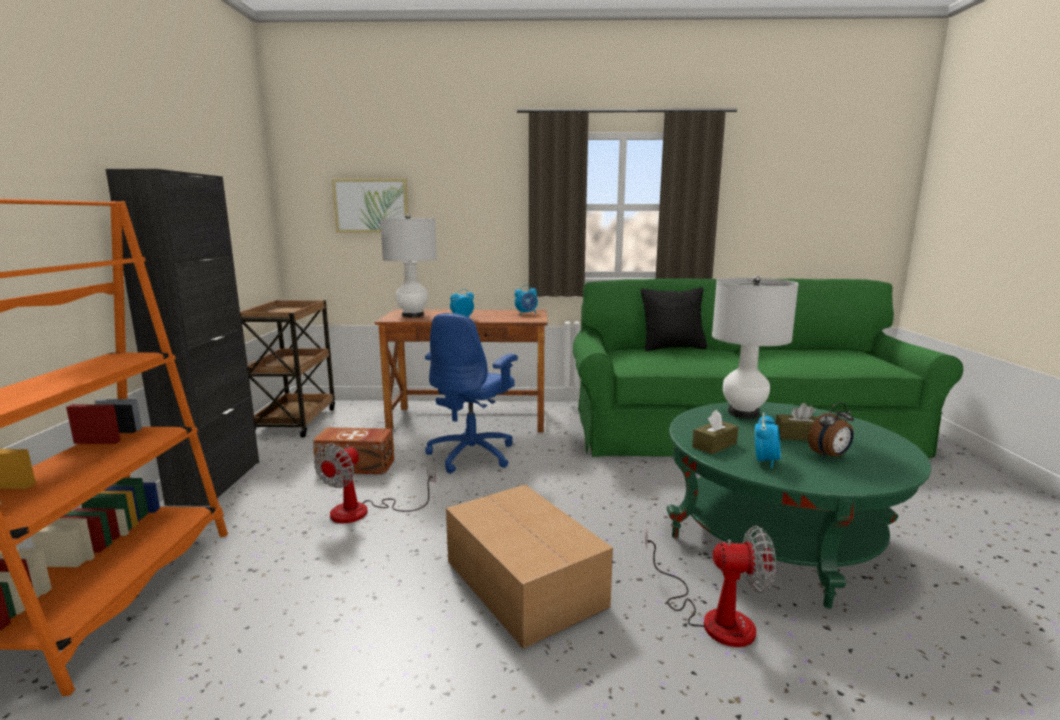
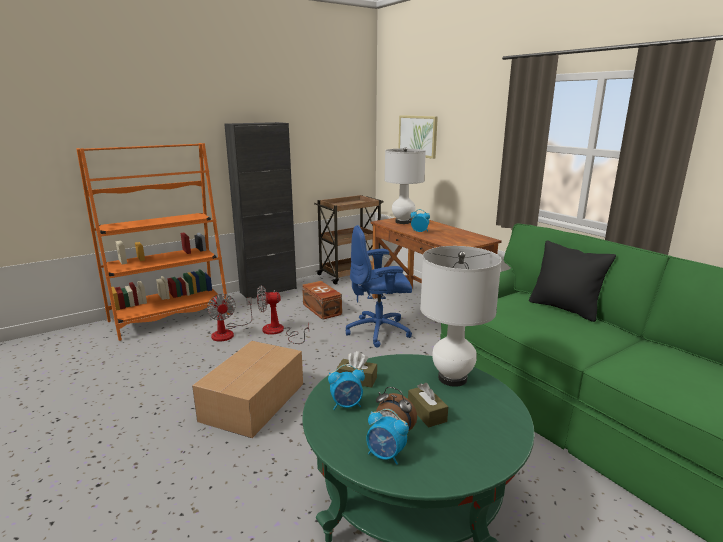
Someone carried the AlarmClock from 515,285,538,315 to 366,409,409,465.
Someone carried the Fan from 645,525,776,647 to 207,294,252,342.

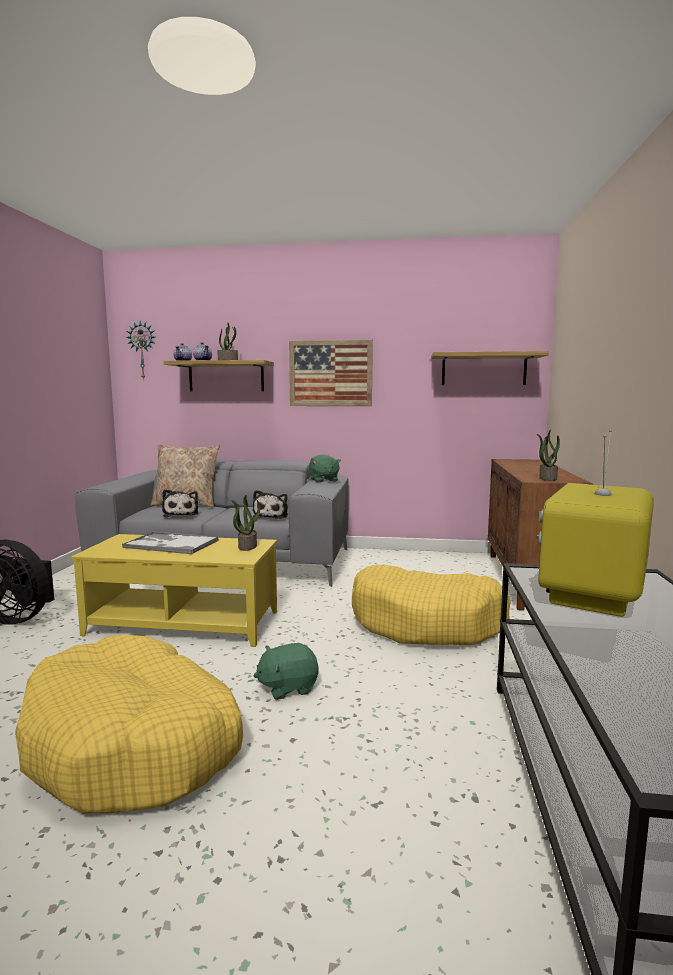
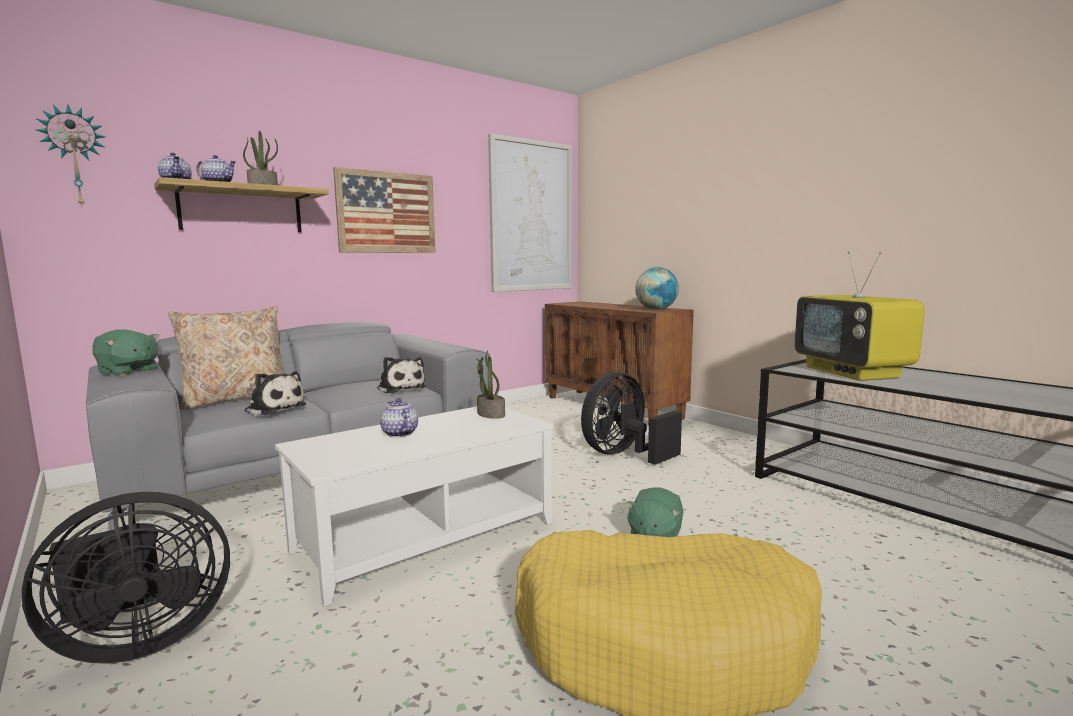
Someone swapped the Shelf at 431,351,549,385 for the Picture at 488,133,572,292.
Someone swapped the PottedPlant at 537,430,560,481 for the Globe at 635,267,679,310.
Someone carried the GreenPlushToy from 309,454,341,482 to 93,329,159,376.
Someone swapped the Tray at 122,532,219,554 for the Teapot at 380,398,418,437.
Someone repainted the YellowCoffeeTable at 71,534,277,647, which became the WhiteCoffeeTable at 275,406,553,607.
Someone swapped the YellowDogBed at 352,565,511,645 for the BlackFan at 581,372,682,465.

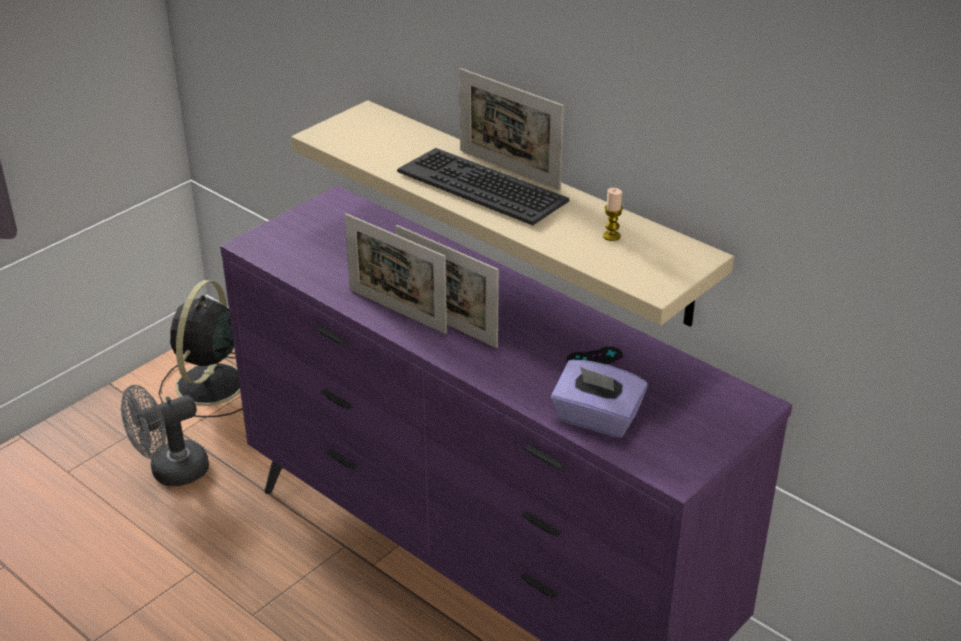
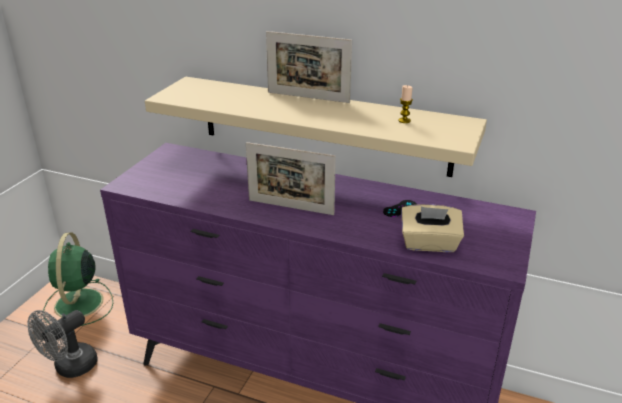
Someone took away the Keyboard at 397,148,569,225.
Someone took away the PictureFrame at 345,213,447,334.
Someone repainted the BlackFan at 159,280,243,417, which became the GreenFan at 43,232,113,326.
Someone repainted the PurpleTissueBox at 551,360,648,438, which became the BeigeTissueBox at 401,204,464,252.

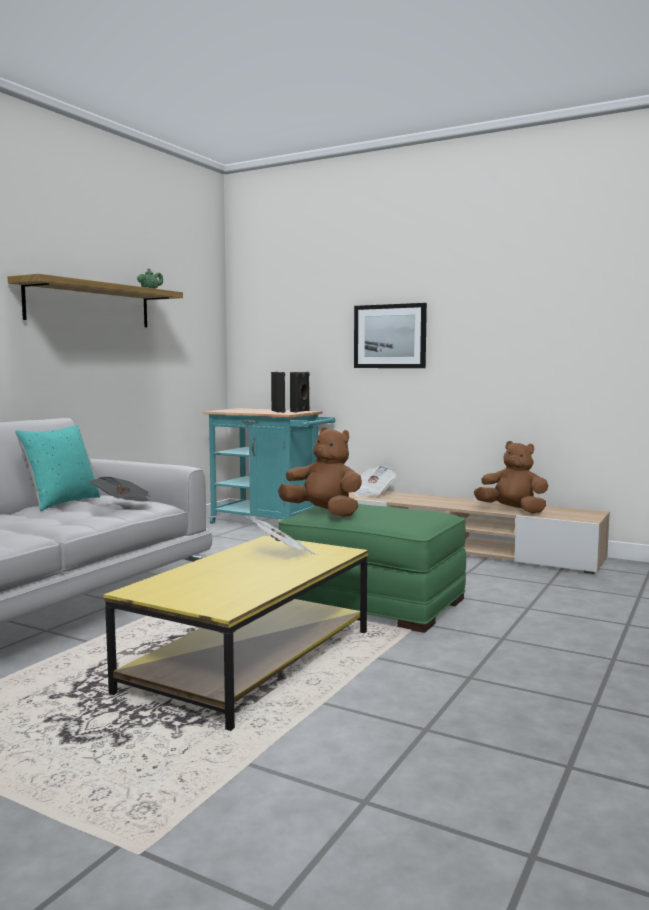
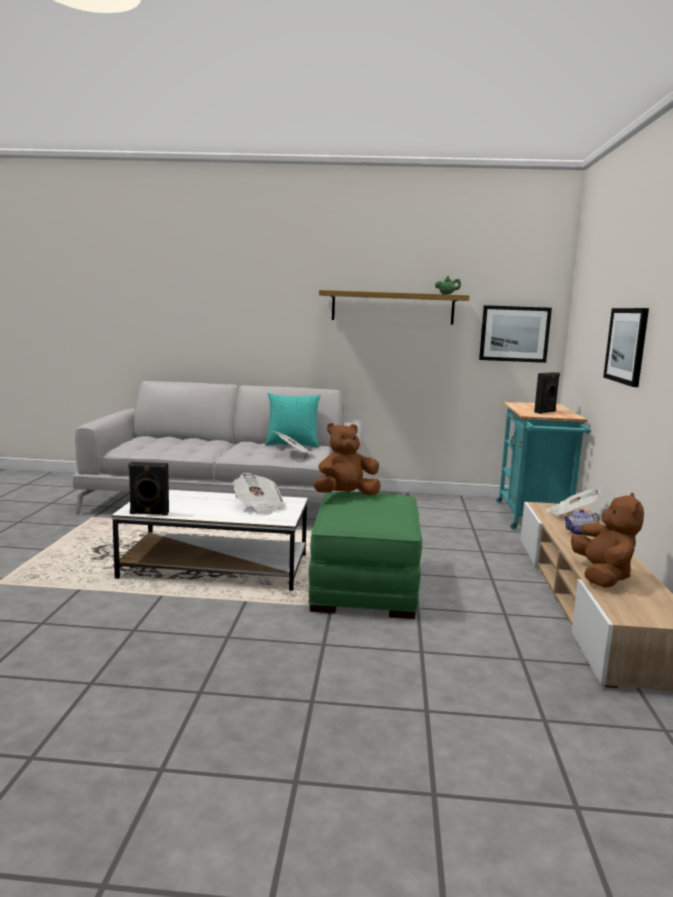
Someone carried the BlackSpeaker from 290,372,310,413 to 128,462,169,515.
Someone rotated the BrownPlushToy at 278,427,362,517 by 120 degrees counterclockwise.
Someone repainted the YellowCoffeeTable at 104,536,368,731, which became the WhiteCoffeeTable at 111,490,308,591.
Someone put up the Picture at 479,305,552,363.
Someone put down the Teapot at 563,509,599,535.

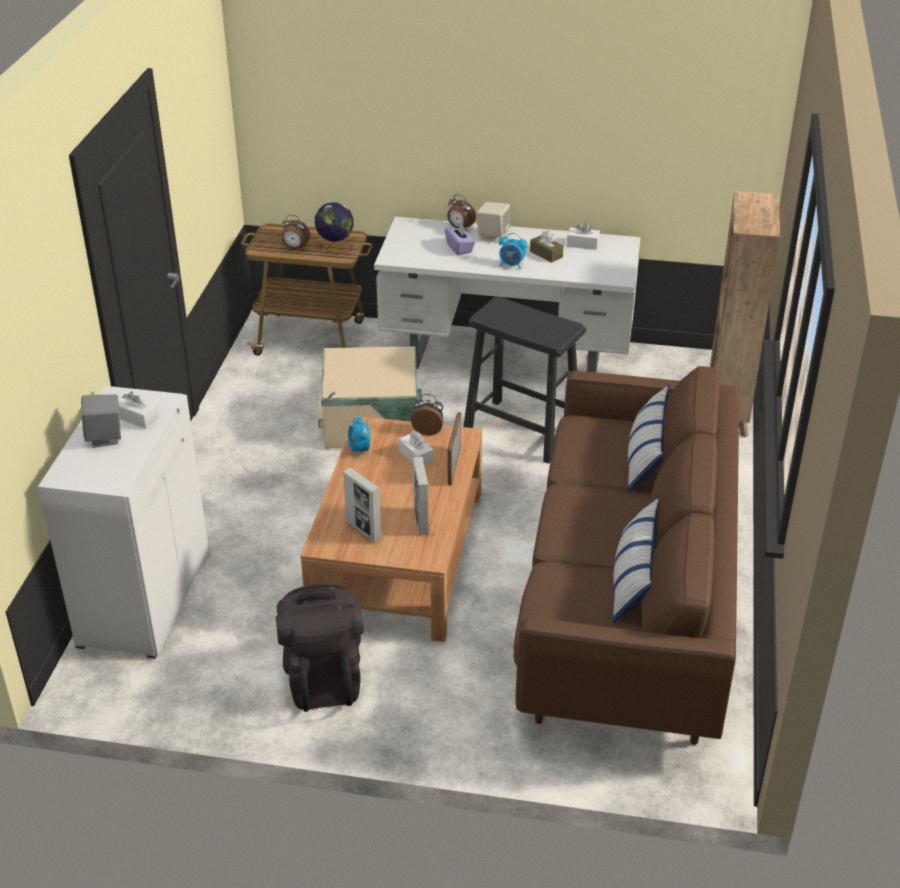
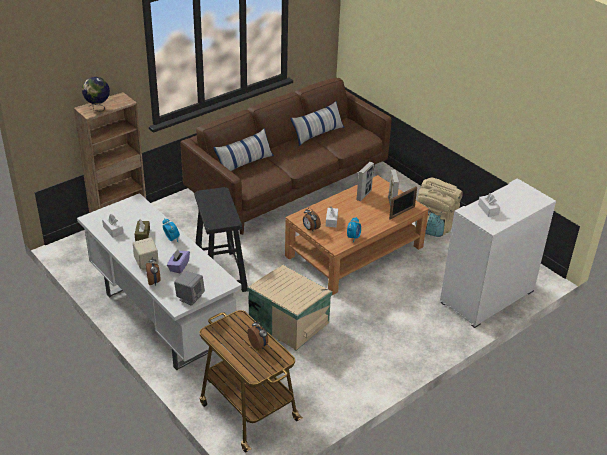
Someone carried the Globe from 315,202,354,254 to 82,77,110,112.
Someone carried the GreySpeaker from 81,394,121,448 to 174,271,205,306.
Someone carried the PictureFrame from 447,412,461,486 to 389,186,417,219.
Someone repainted the BlackBackpack at 276,584,364,712, which became the BeigeBackpack at 415,177,463,237.

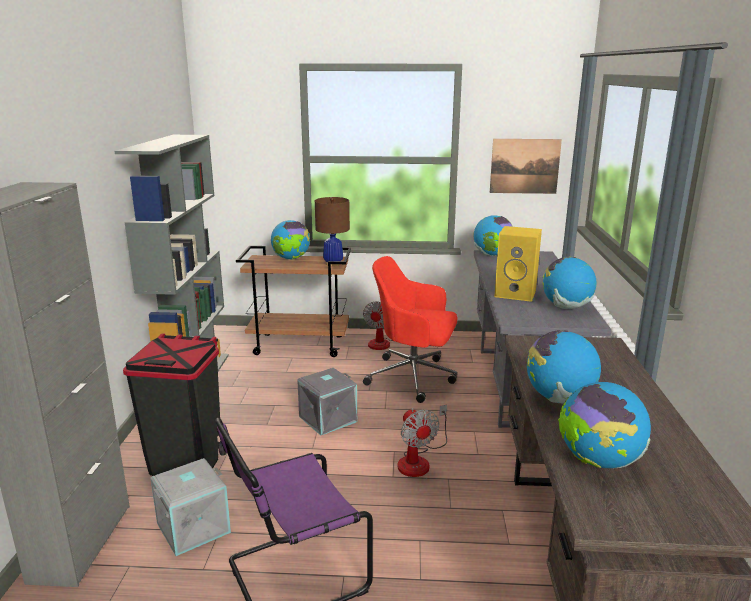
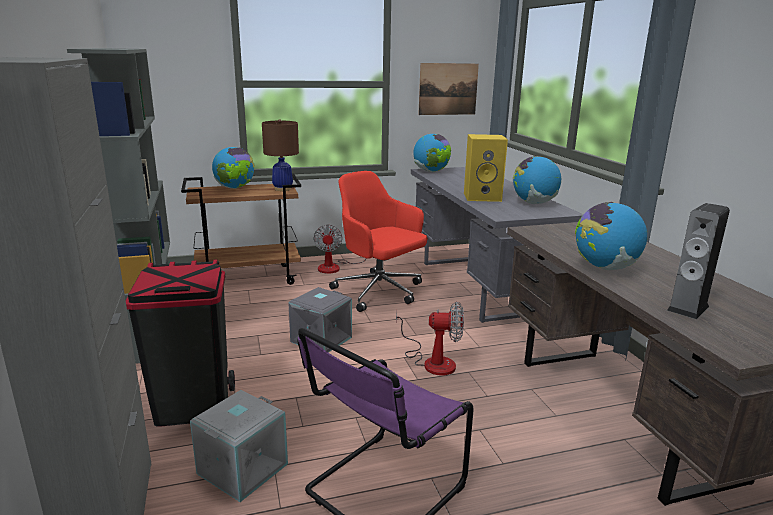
Someone rotated the RedOfficeChair at 363,256,458,403 by 45 degrees clockwise.
Someone swapped the Globe at 558,382,651,468 for the Speaker at 667,203,730,319.
Someone rotated the Fan at 398,405,447,477 by 45 degrees counterclockwise.

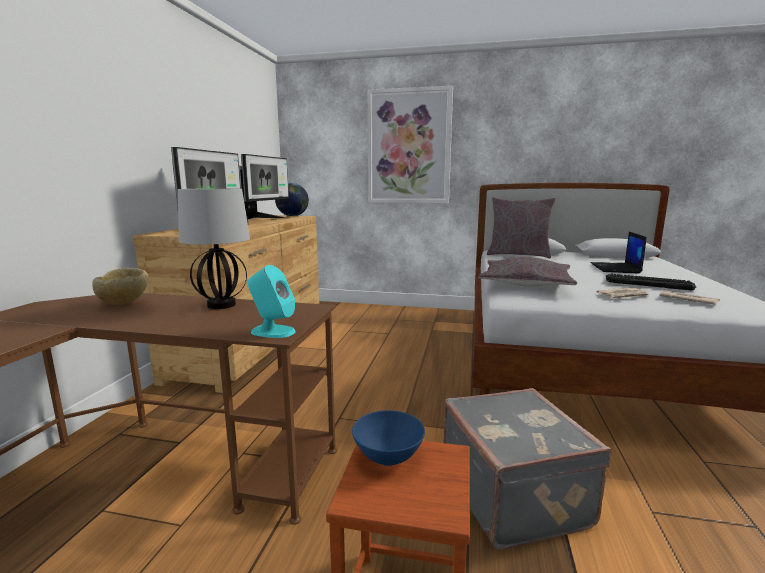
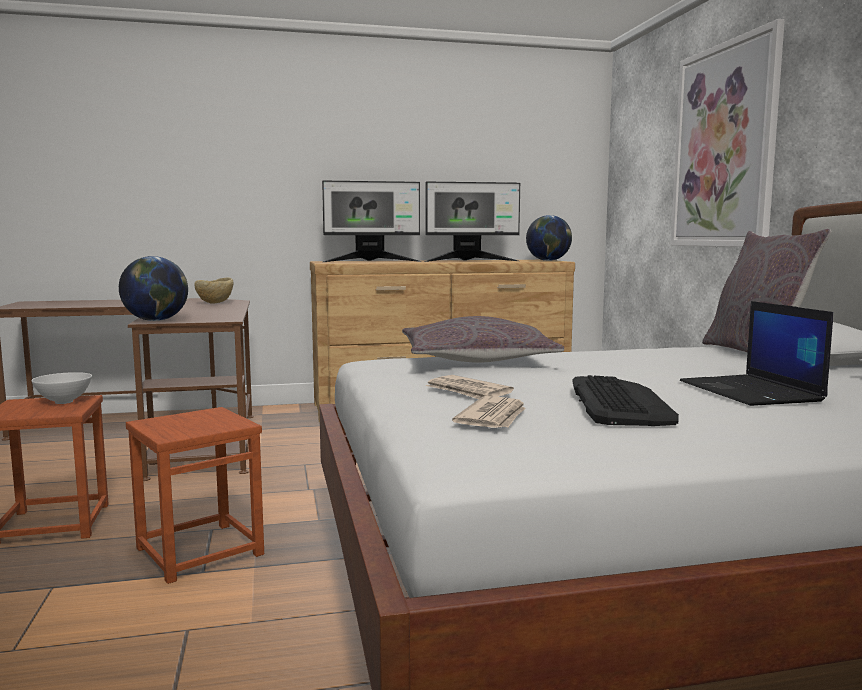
Someone took away the TableLamp at 178,188,250,309.
Someone rotated the Laptop at 591,232,647,274 by 90 degrees counterclockwise.
Someone swapped the TurquoiseSpeaker at 247,265,296,338 for the Globe at 119,256,188,321.
Someone swapped the GreySuitcase at 443,388,612,550 for the BrownStool at 126,407,264,584.
Someone repainted the BlueBowl at 352,410,425,466, which became the WhiteBowl at 31,372,92,404.

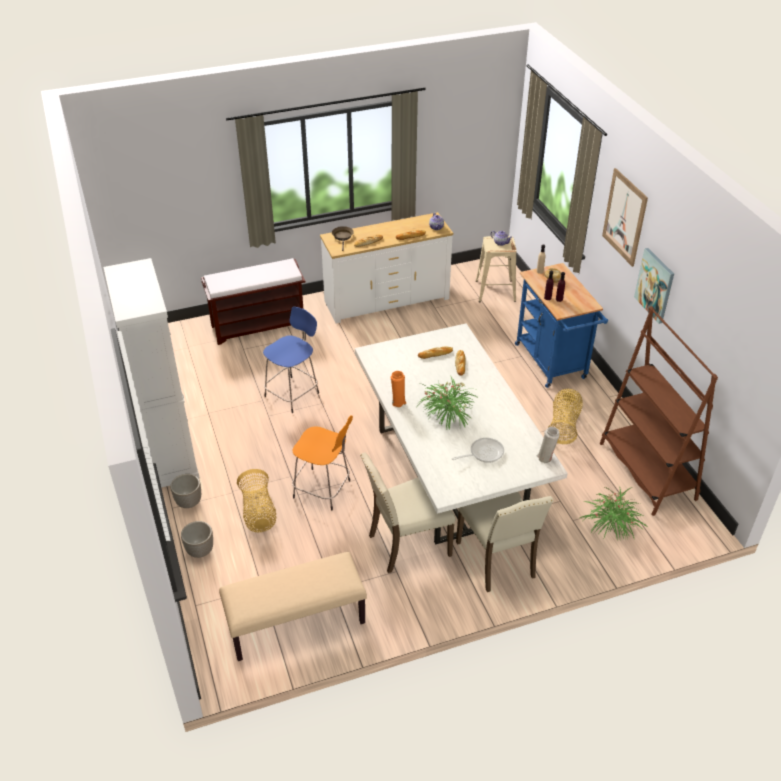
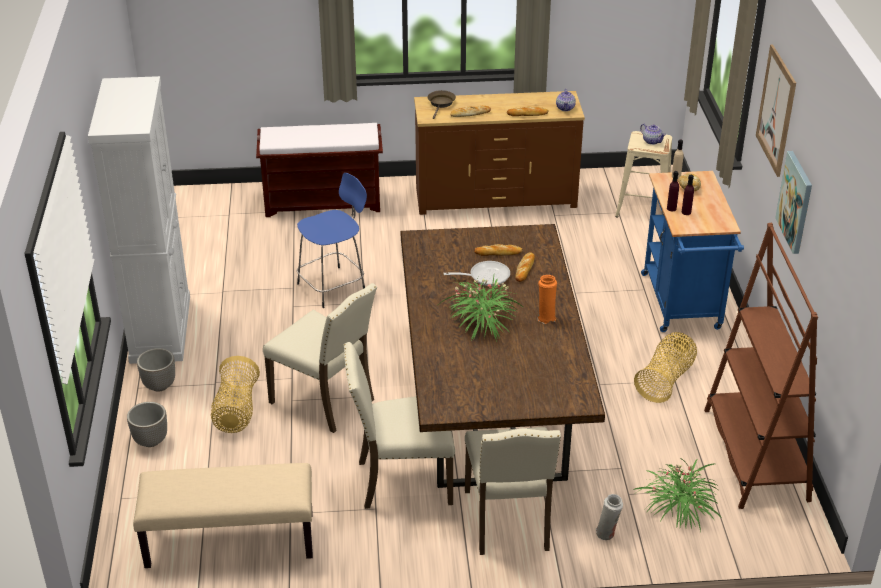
Someone repainted the WhiteDresser at 320,212,453,323, which became the BrownDresser at 414,91,585,215.
Someone repainted the WhiteDiningTable at 355,323,568,544, which became the BrownDiningTable at 401,224,605,488.
Someone carried the OrangeVase from 391,371,406,408 to 537,275,557,324.
Someone swapped the OrangeStool at 292,415,353,511 for the BeigeChair at 263,283,377,433.
Someone carried the WhiteVase from 536,427,560,463 to 596,494,623,540.
Someone carried the FryingPan from 452,438,504,463 to 443,261,510,286.

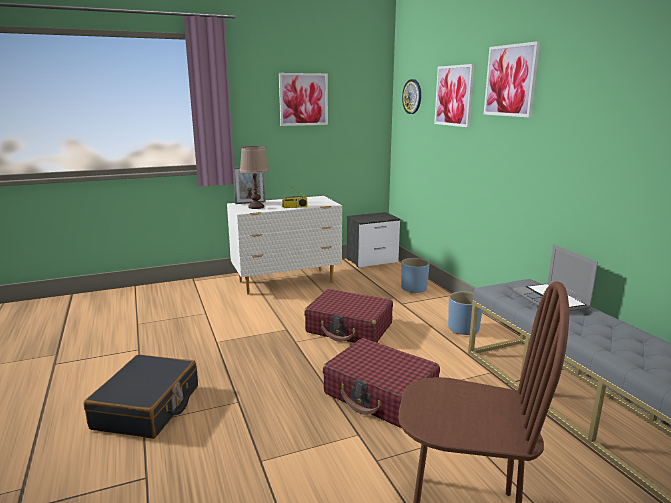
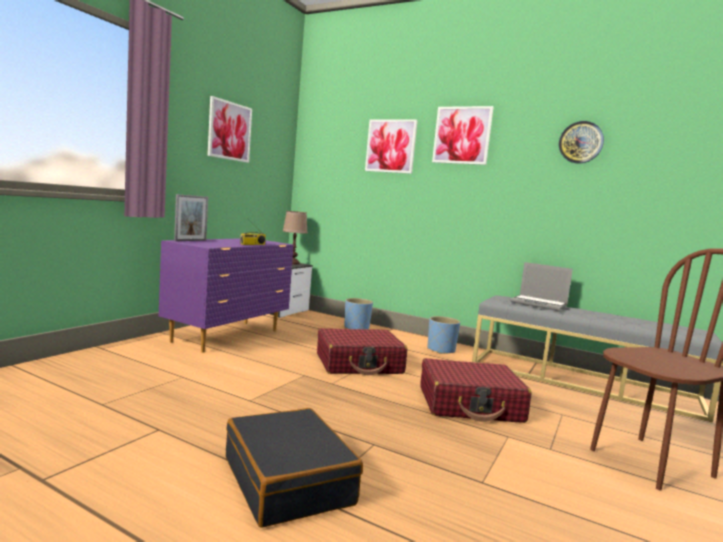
Someone carried the WallClock from 402,79,421,114 to 559,121,604,163.
Someone carried the BrownTableLamp from 240,146,269,209 to 283,211,308,264.
Someone repainted the WhiteDresser at 227,196,342,294, which became the PurpleDresser at 159,238,294,352.

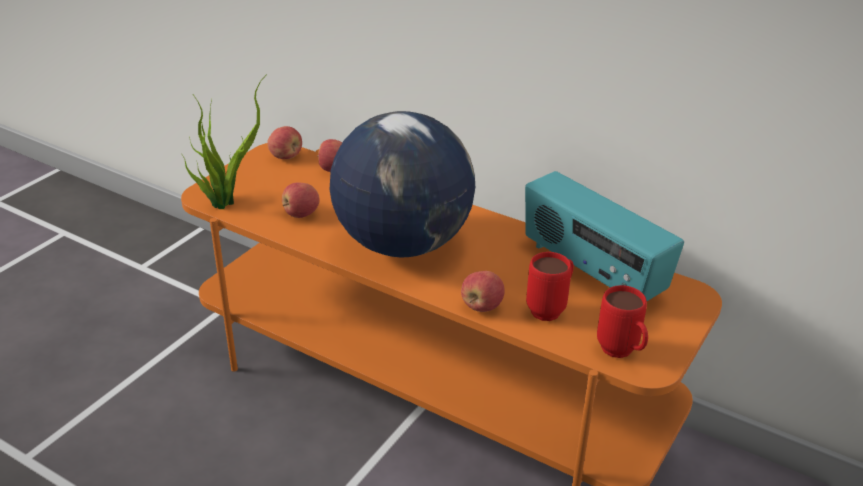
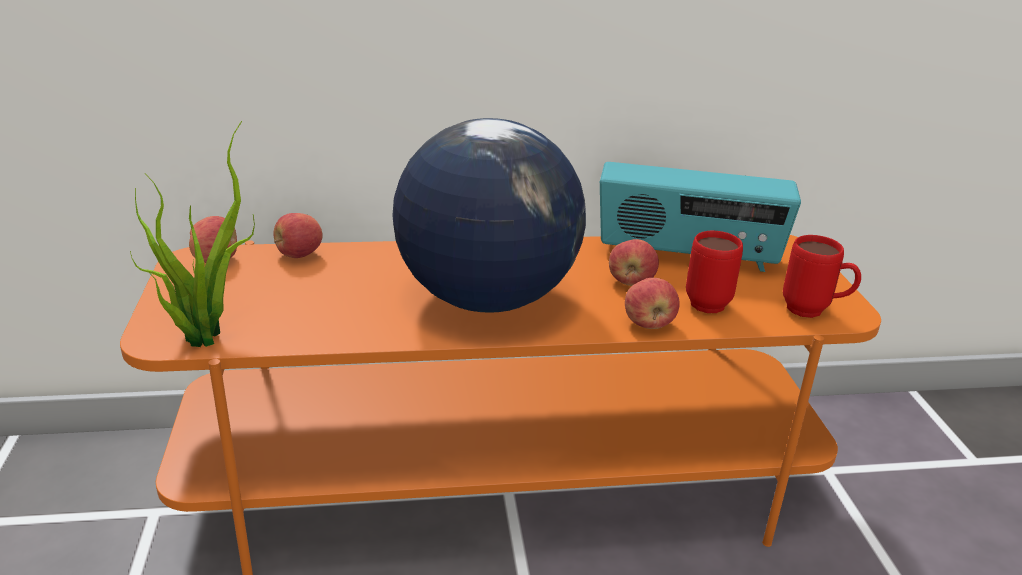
Someone carried the Apple from 282,182,320,218 to 609,239,659,286.

